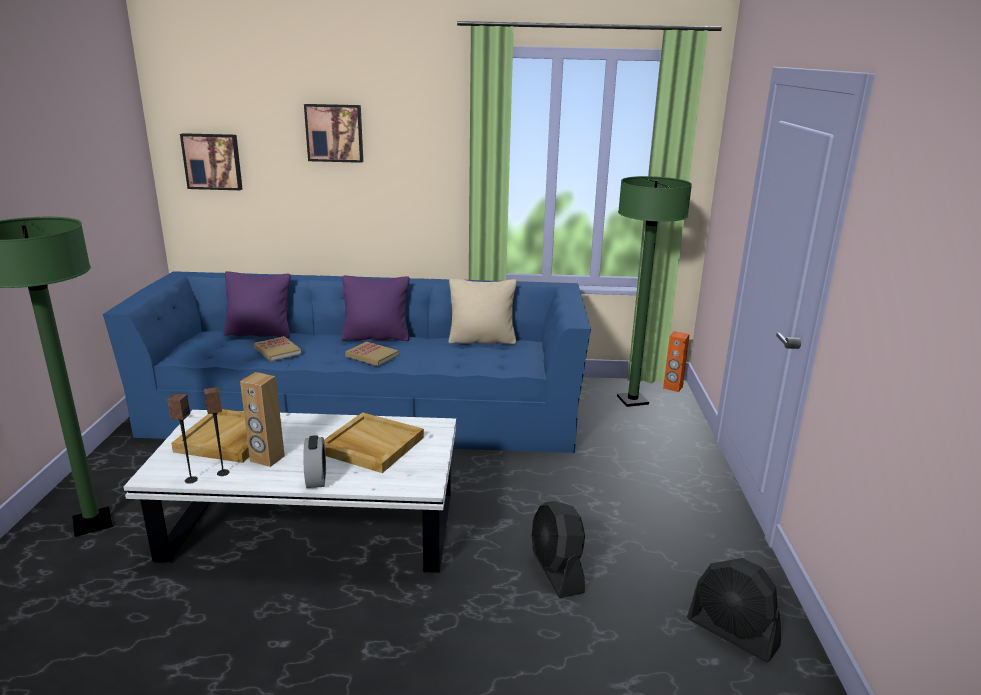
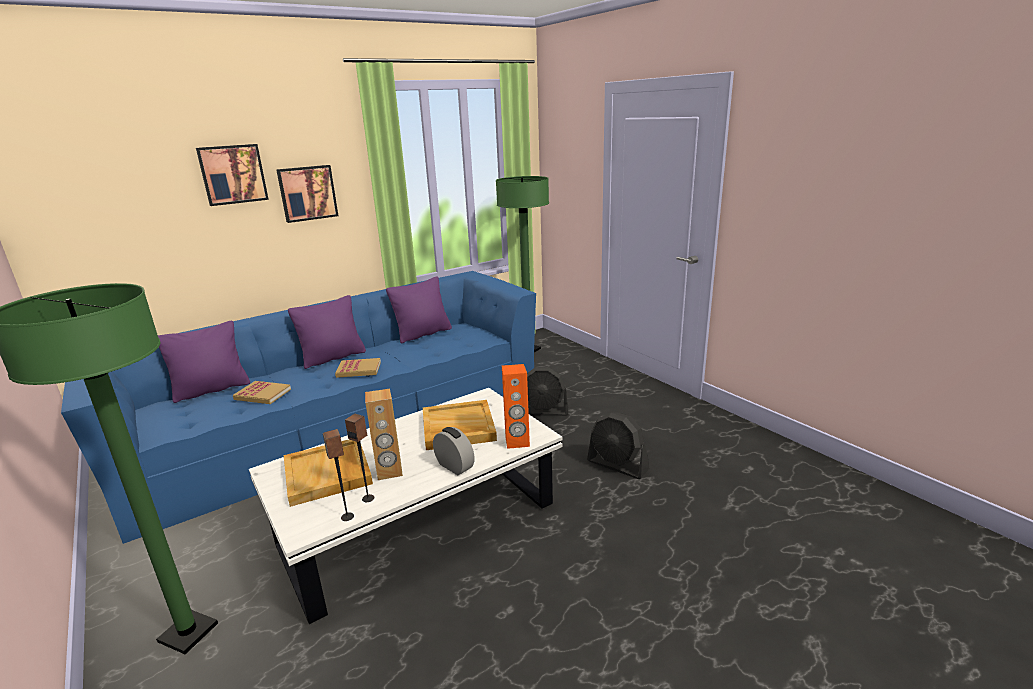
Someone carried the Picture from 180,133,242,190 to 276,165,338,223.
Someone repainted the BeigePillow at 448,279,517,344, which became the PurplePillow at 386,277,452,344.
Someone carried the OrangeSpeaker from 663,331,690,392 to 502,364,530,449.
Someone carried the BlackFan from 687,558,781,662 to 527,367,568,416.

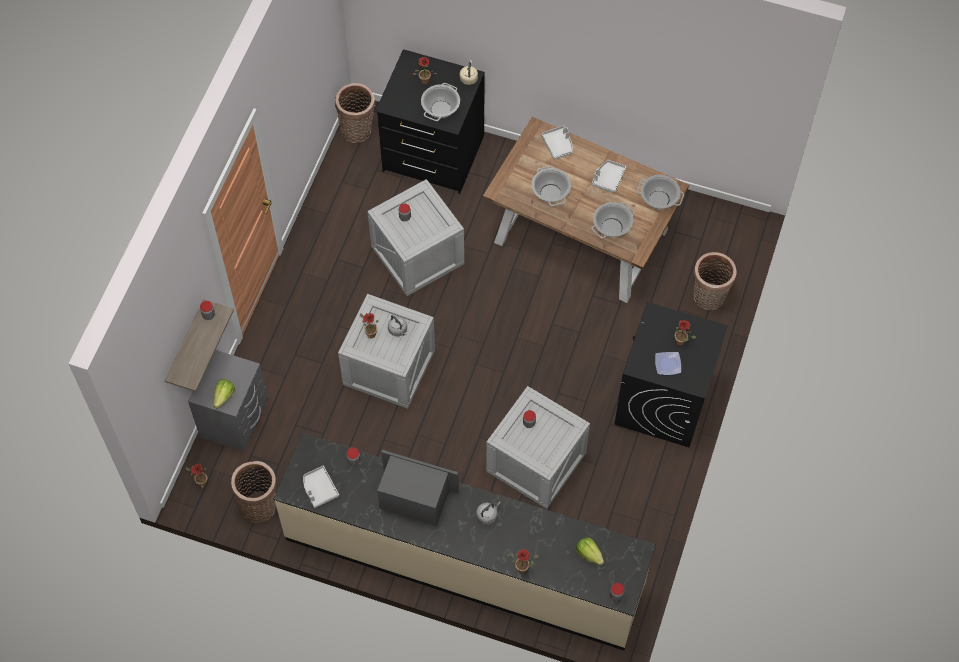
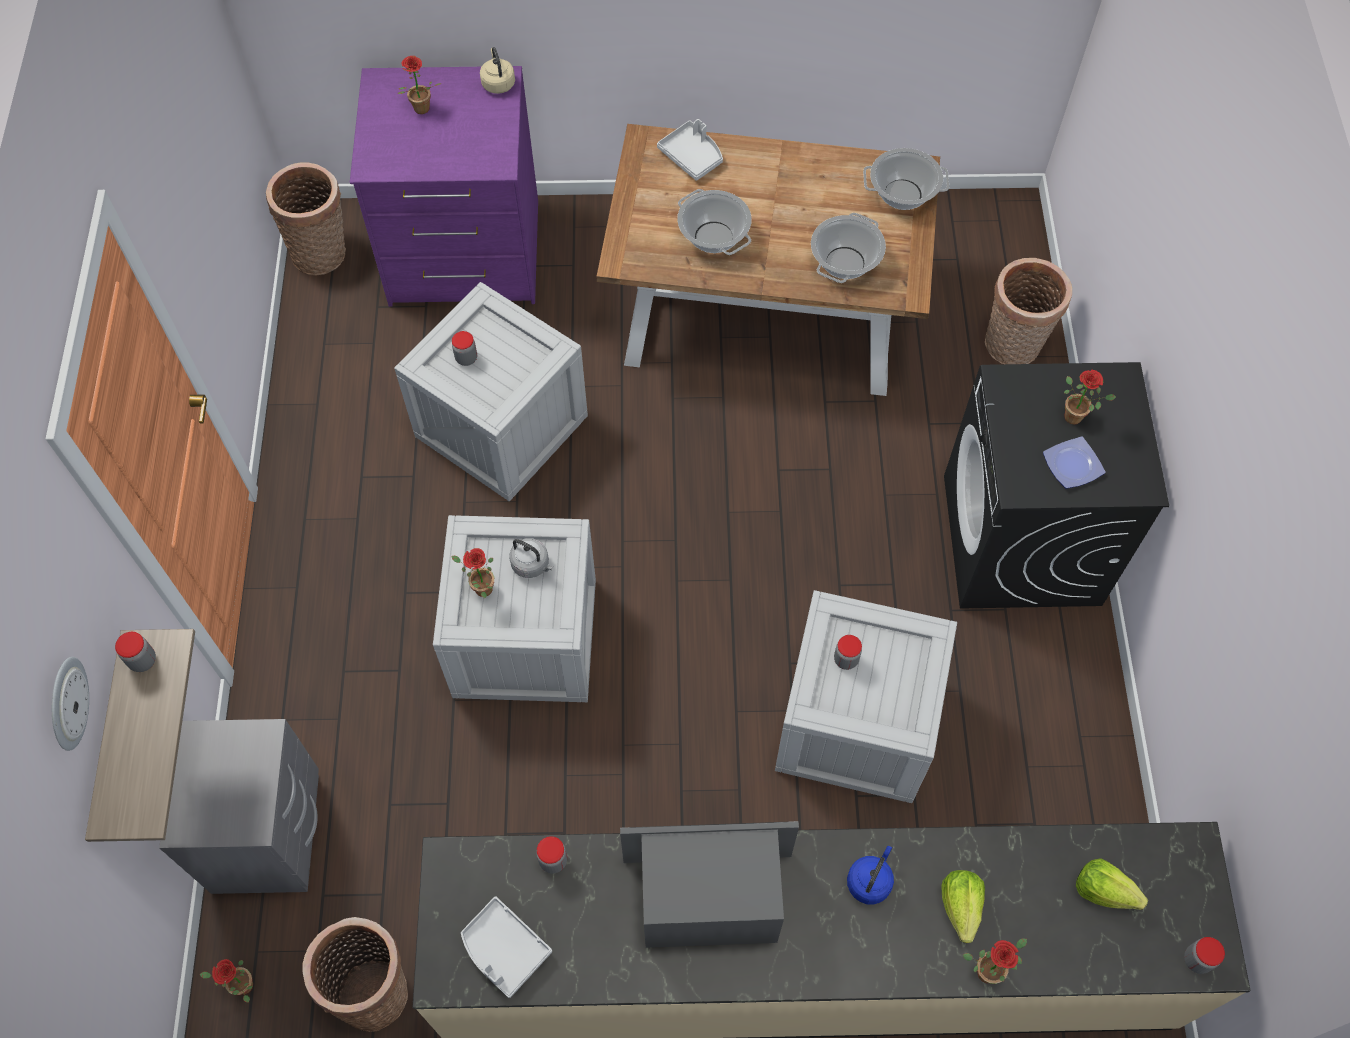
Someone repainted the BlackDresser at 375,49,485,194, which became the PurpleDresser at 350,66,538,307.
Someone took away the CookingPot at 421,83,460,121.
Someone took away the GreyTray at 592,160,626,193.
Someone carried the Lettuce from 214,379,235,409 to 941,870,985,943.
Someone repainted the GreyKettle at 476,501,501,525, which became the BlueKettle at 847,846,894,904.
Someone put up the WallClock at 52,657,89,751.

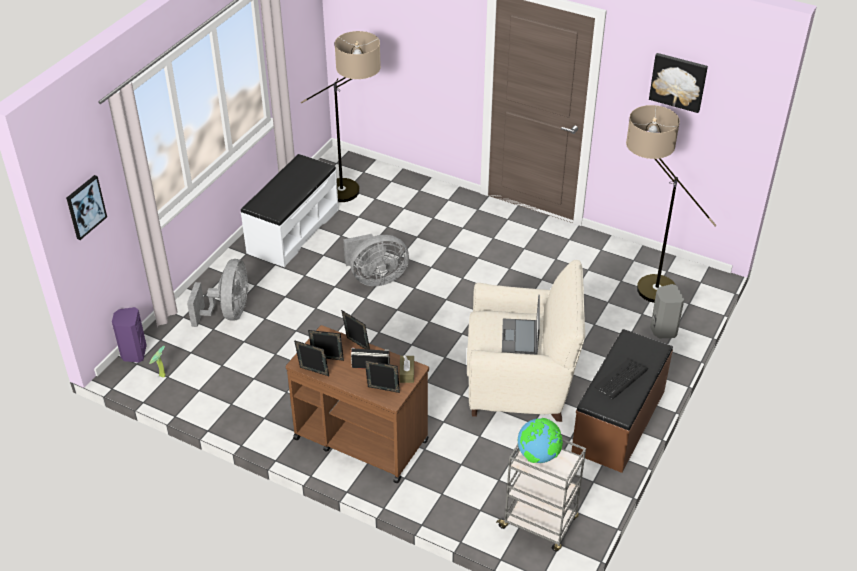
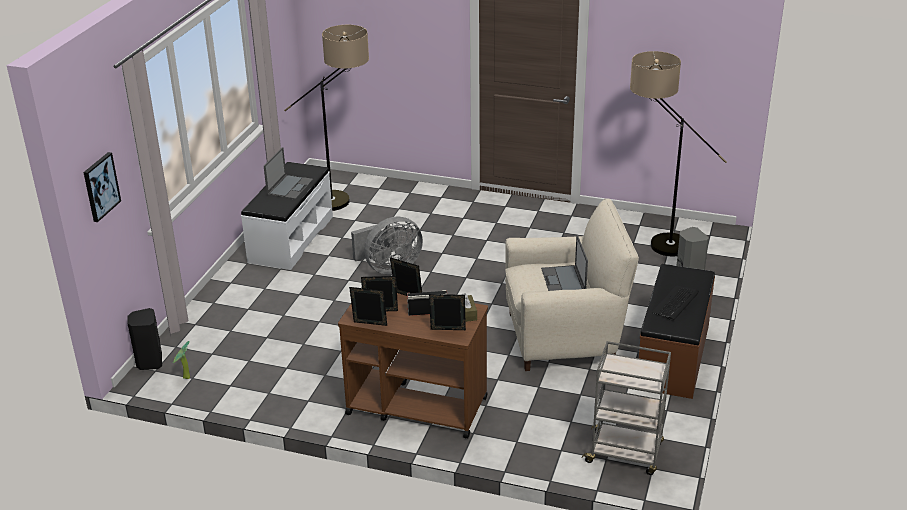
Someone took away the Picture at 649,53,708,113.
Someone took away the GreyFan at 187,259,249,327.
Someone repainted the PurpleSpeaker at 112,307,147,363, which became the BlackSpeaker at 127,308,162,370.
Someone took away the Globe at 518,418,563,463.
Someone put down the Laptop at 264,147,313,200.

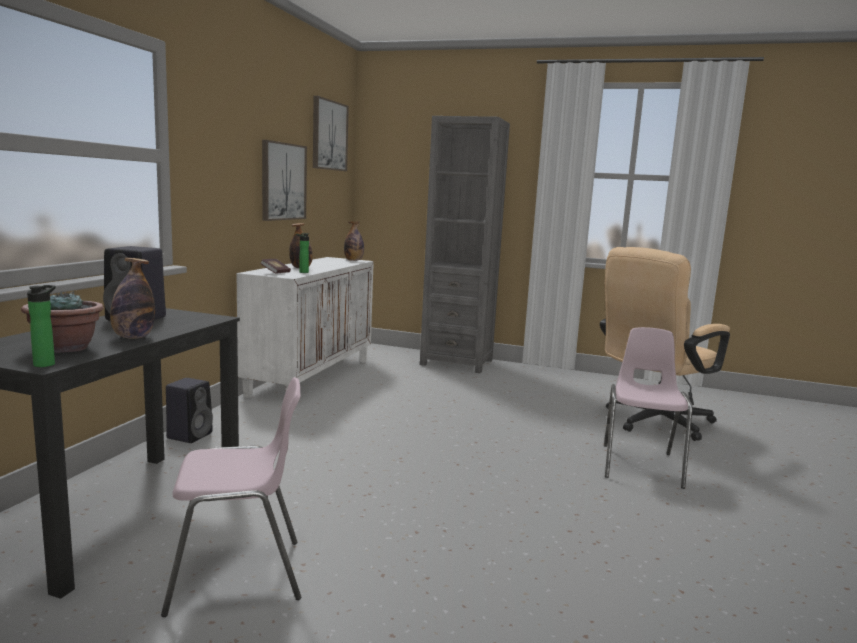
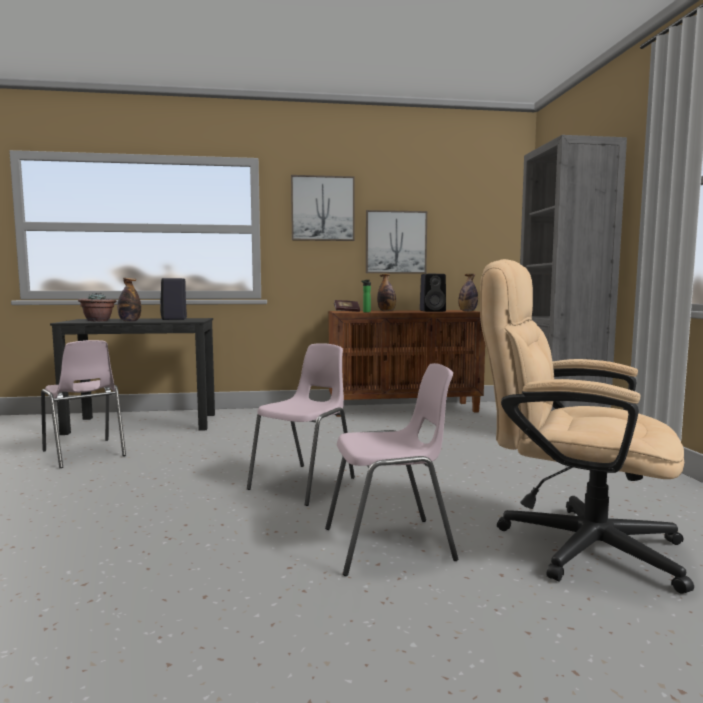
Someone carried the Picture from 313,96,349,171 to 291,175,355,241.
Someone repainted the WhiteCabinet at 237,257,374,398, which became the BrownCabinet at 329,310,485,417.
Someone took away the Bottle at 27,285,56,367.
Someone carried the BlackSpeaker from 166,378,213,443 to 420,274,446,312.
Someone put down the PinkChair at 247,343,355,506.

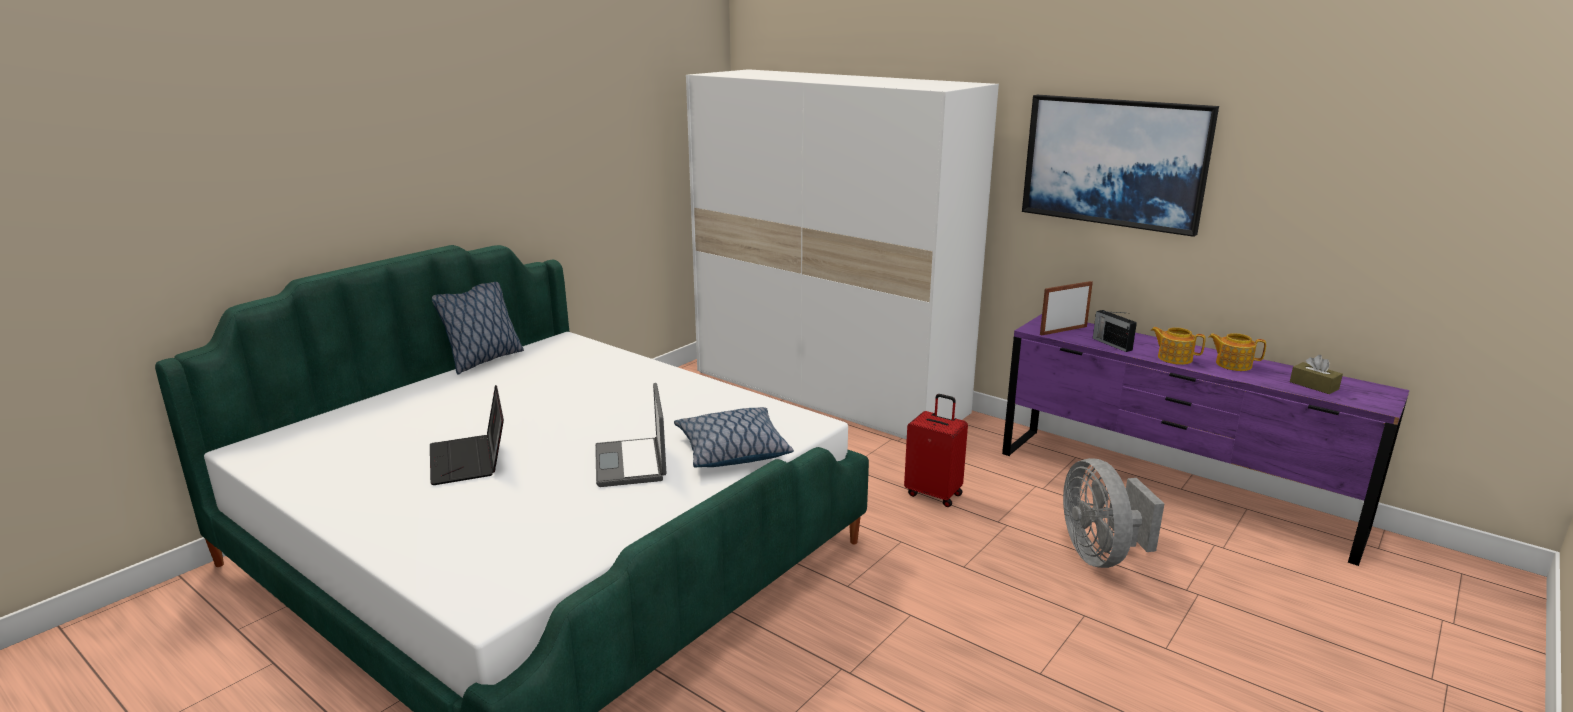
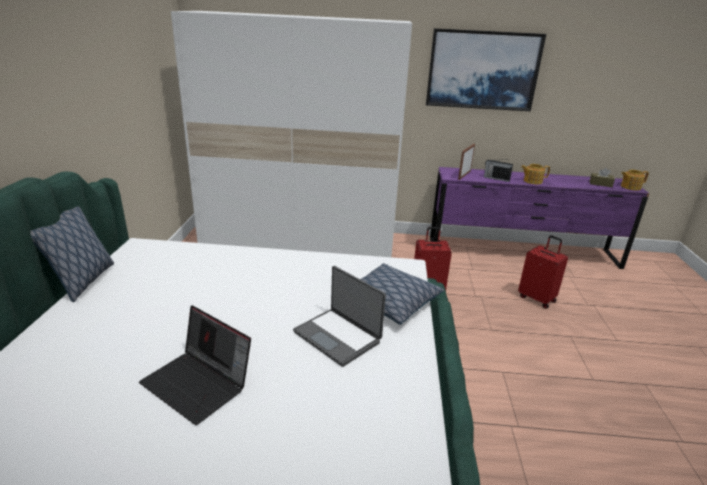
Someone carried the Teapot from 1209,333,1266,371 to 621,170,649,190.
Someone swapped the GreyFan at 1063,458,1164,568 for the RedSuitcase at 518,235,568,309.

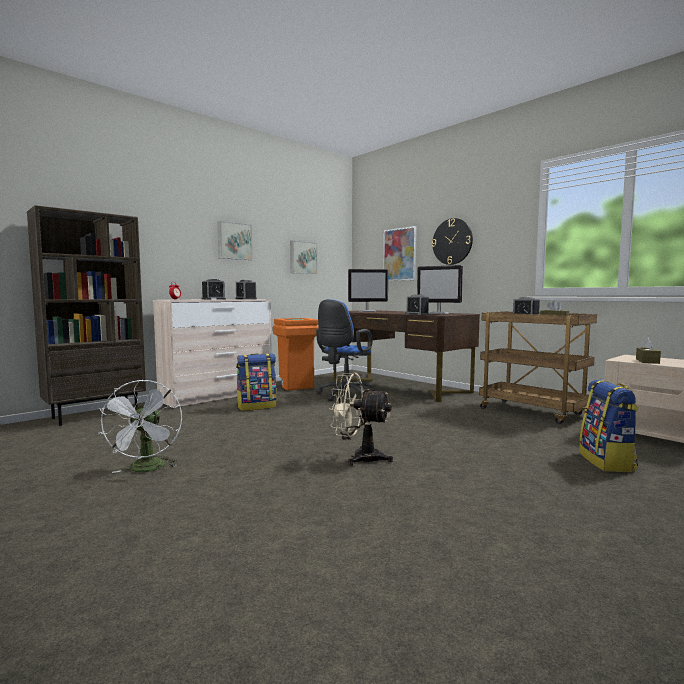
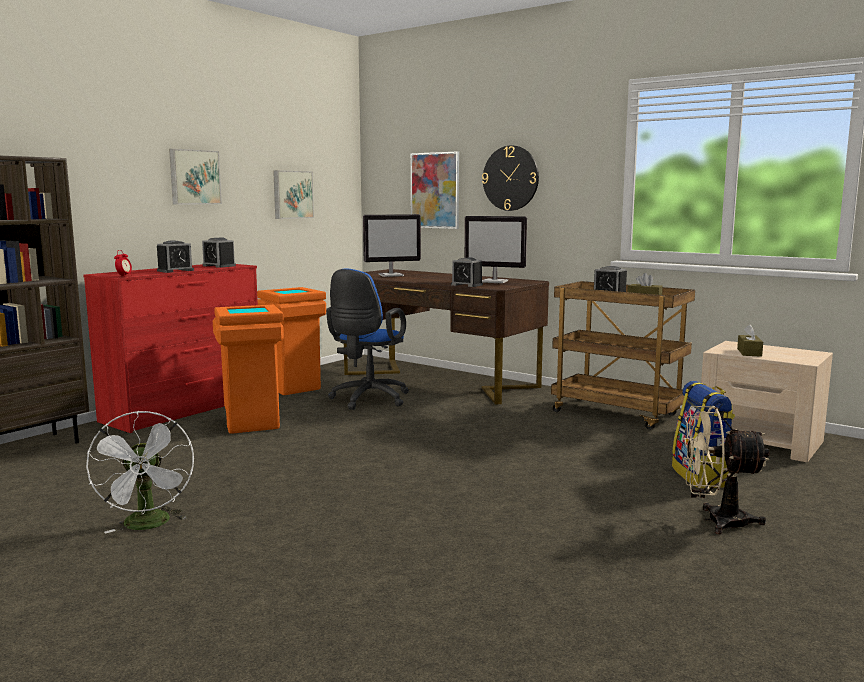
Someone repainted the BeigeDresser at 153,299,272,408, which became the RedDresser at 83,264,258,433.
Someone swapped the Backpack at 236,353,277,411 for the OrangeTrashCan at 213,305,284,434.
Someone carried the BeigeFan from 329,373,393,466 to 683,406,769,534.

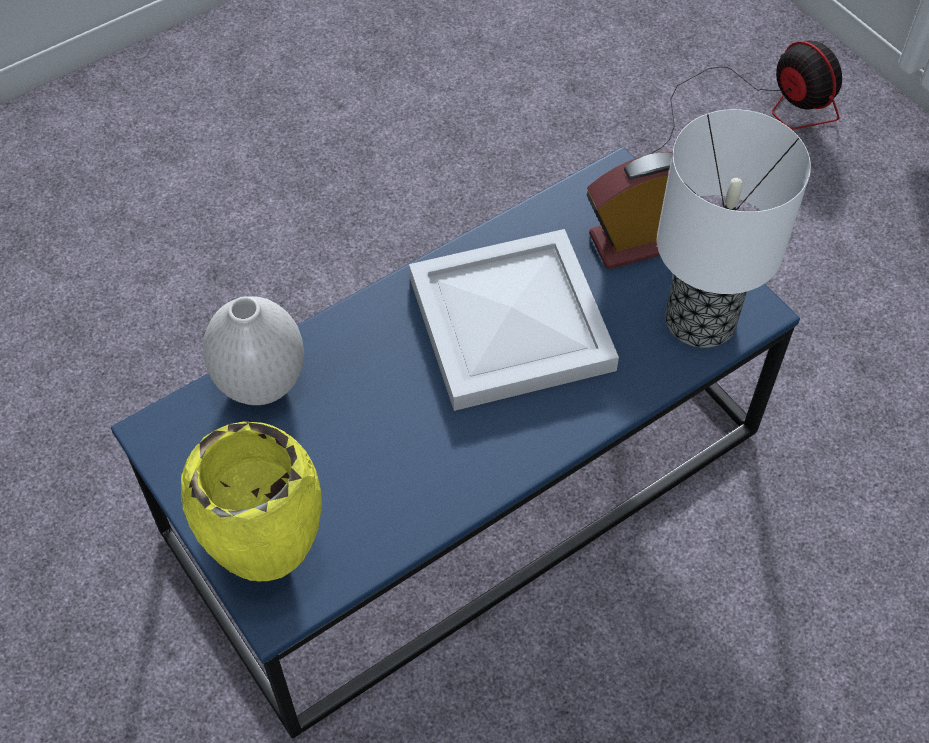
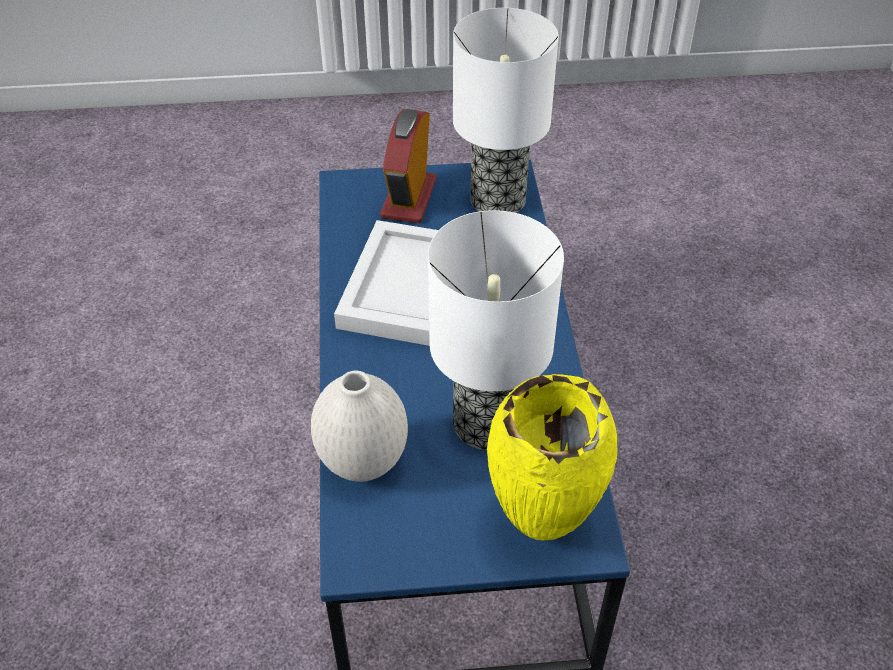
Someone took away the Fan at 650,40,842,154.
Someone put down the TableLamp at 428,210,564,450.

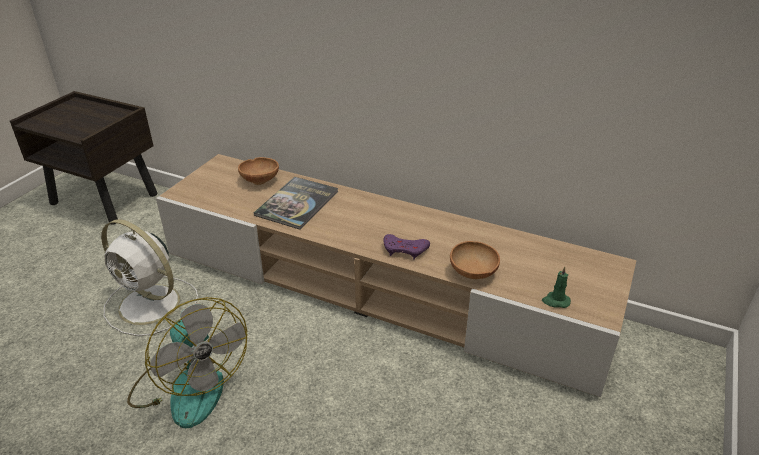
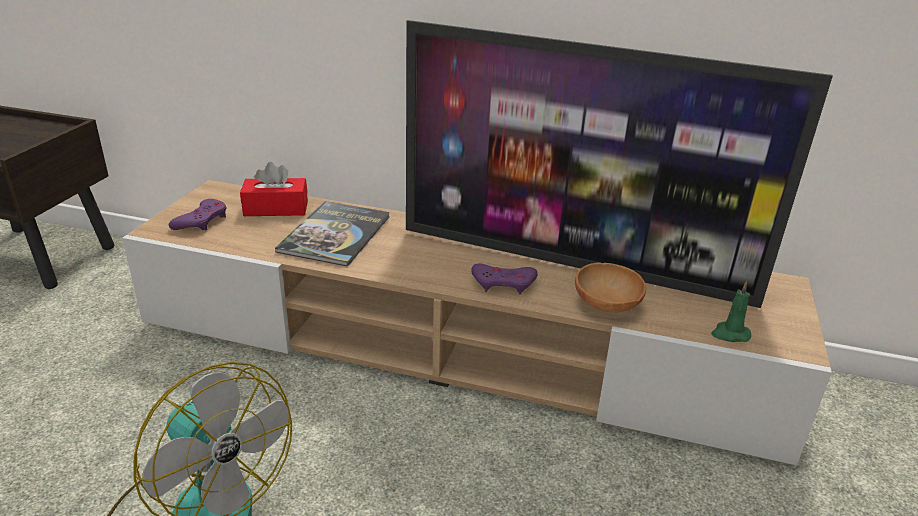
Someone swapped the BrownBowl at 238,157,279,185 for the RedTissueBox at 240,162,308,216.
Someone took away the WhiteFan at 101,219,198,336.
Someone put down the Television at 406,20,833,308.
Someone put down the PurpleGameController at 169,199,227,230.

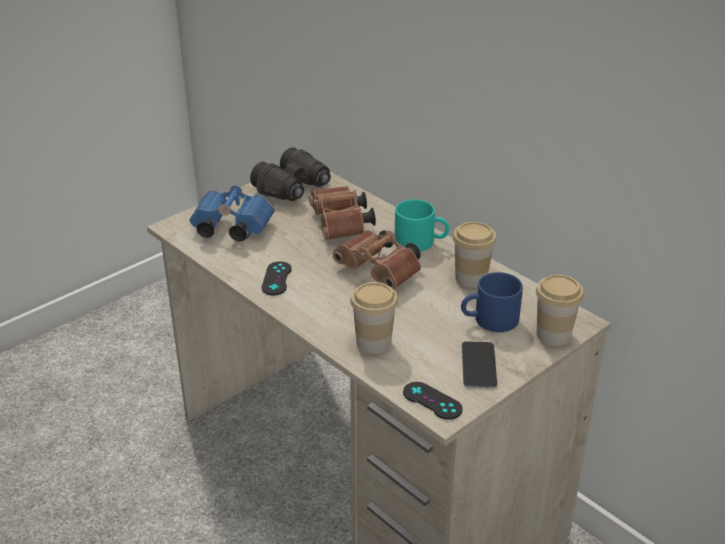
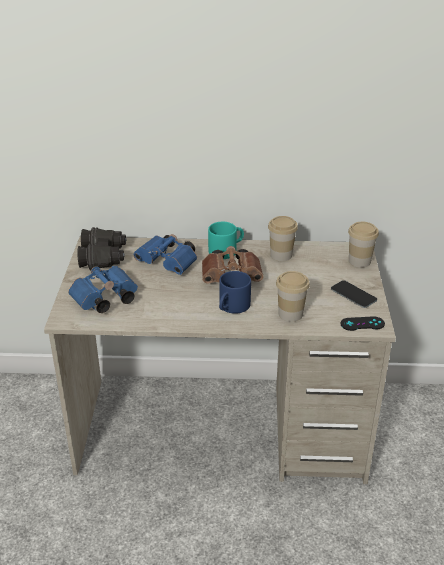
Someone repainted the BrownBinoculars at 309,186,376,240, which became the BlueBinoculars at 134,234,197,275.
Someone took away the BlackGameController at 261,261,292,295.
Someone carried the BlueMug from 461,272,523,332 to 219,271,251,314.

